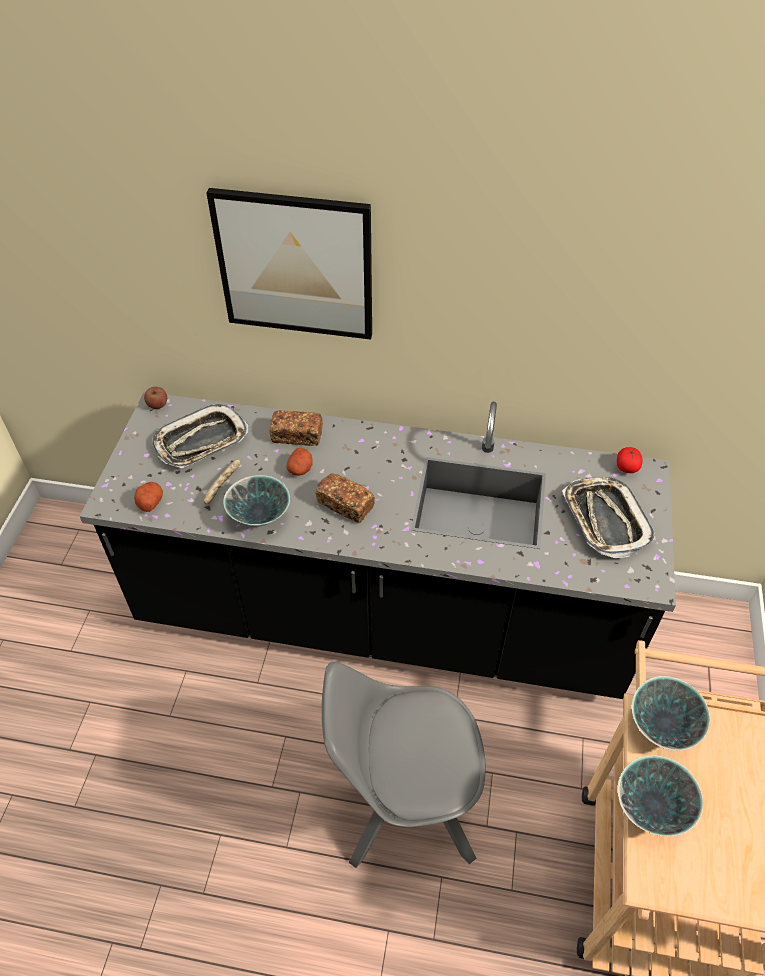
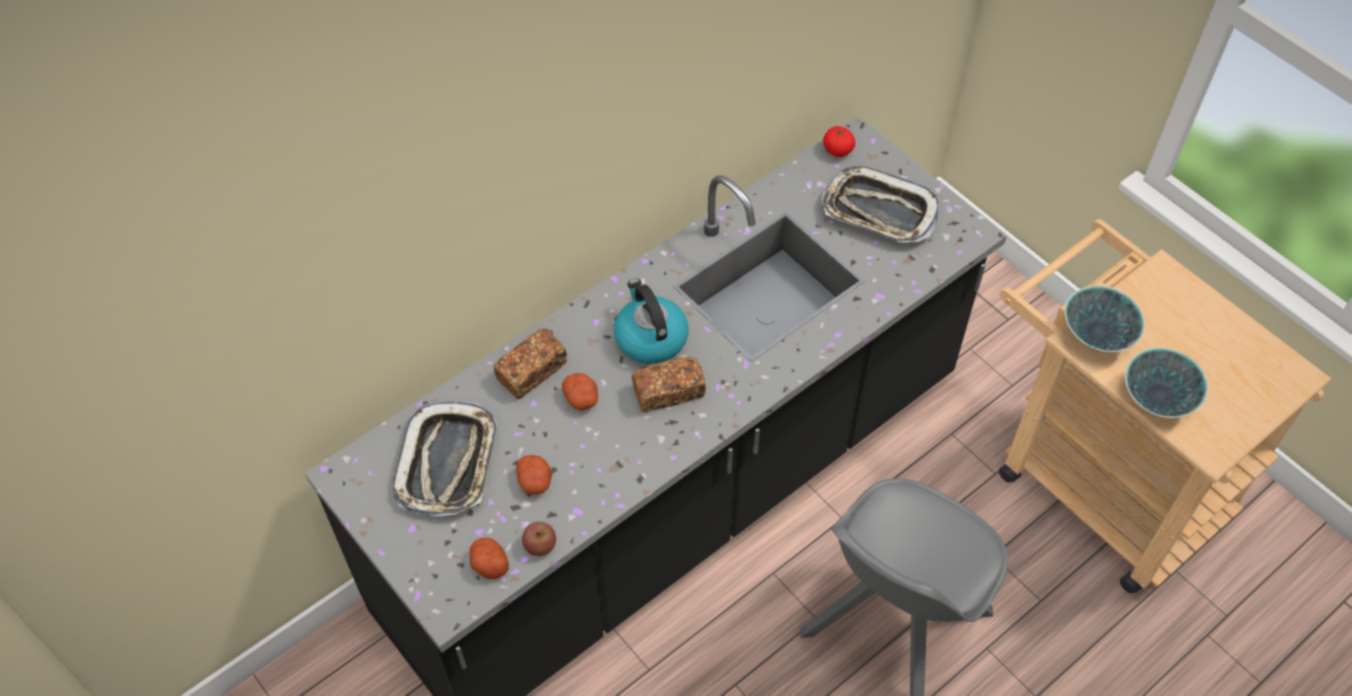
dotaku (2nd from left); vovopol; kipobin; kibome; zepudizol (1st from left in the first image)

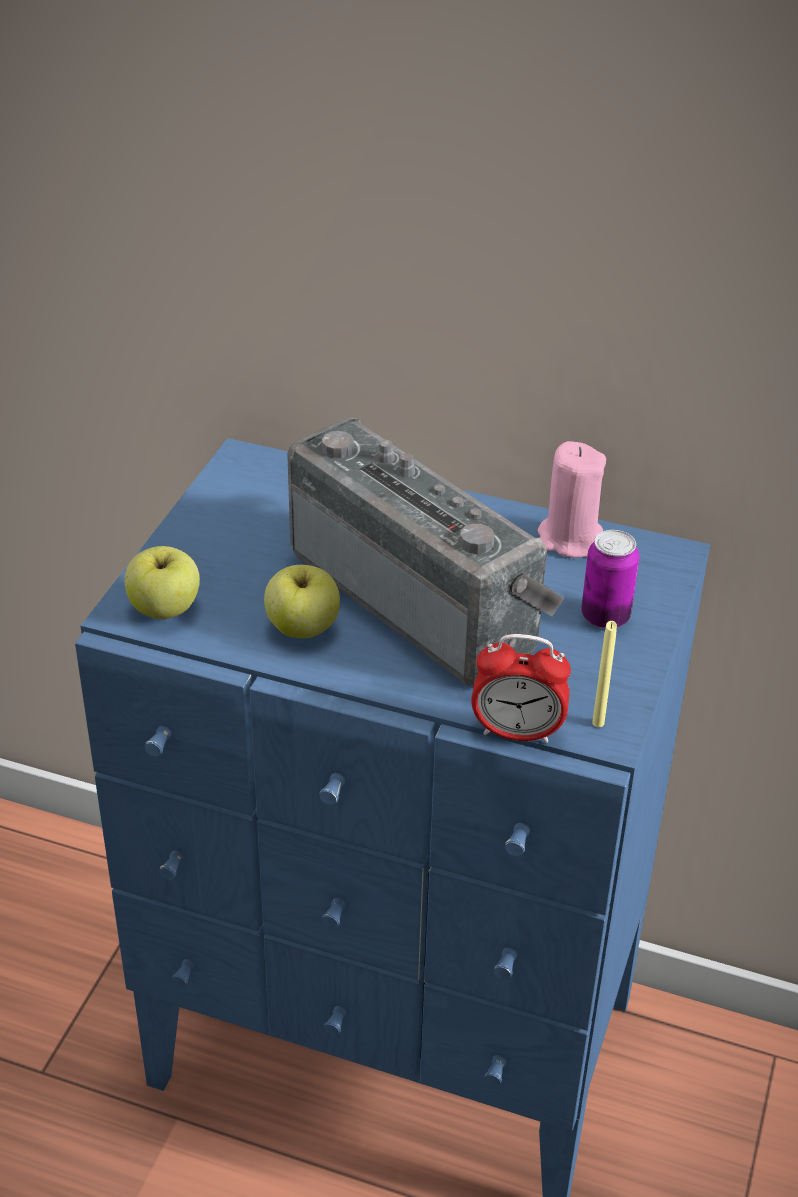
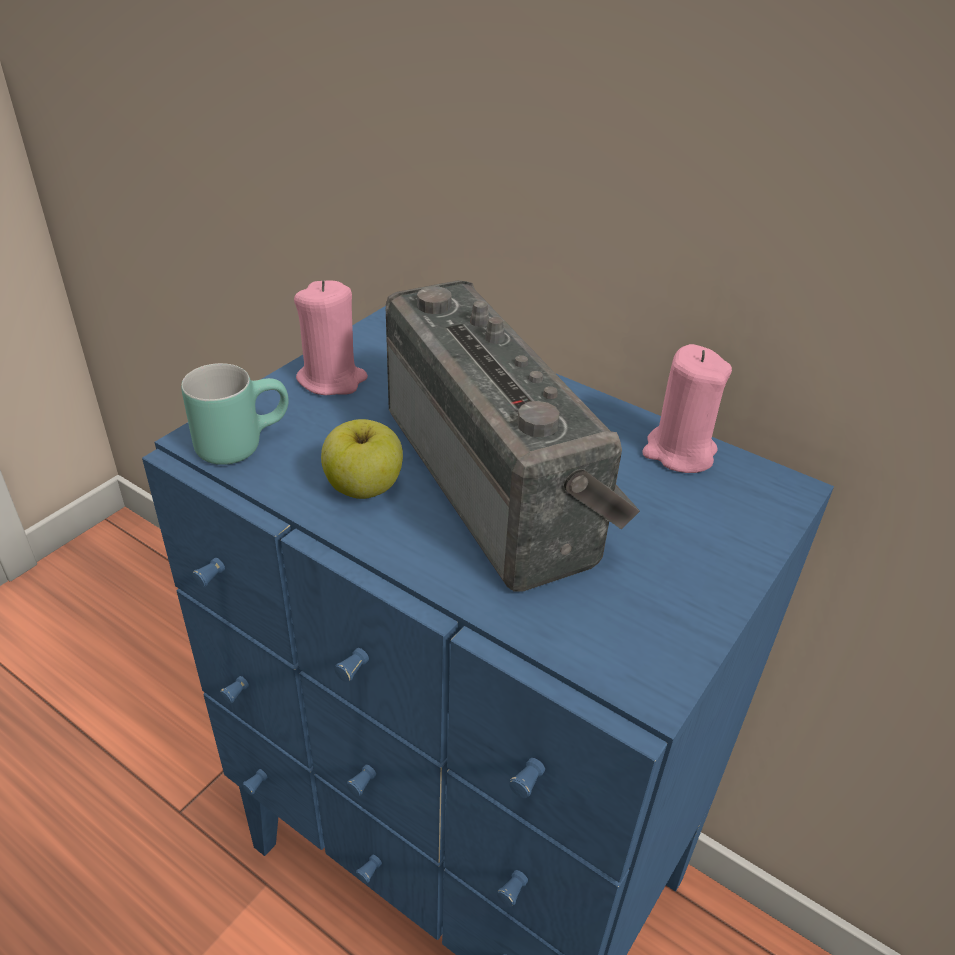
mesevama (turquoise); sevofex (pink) (1st from left); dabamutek; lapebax; sevofex (yellow)

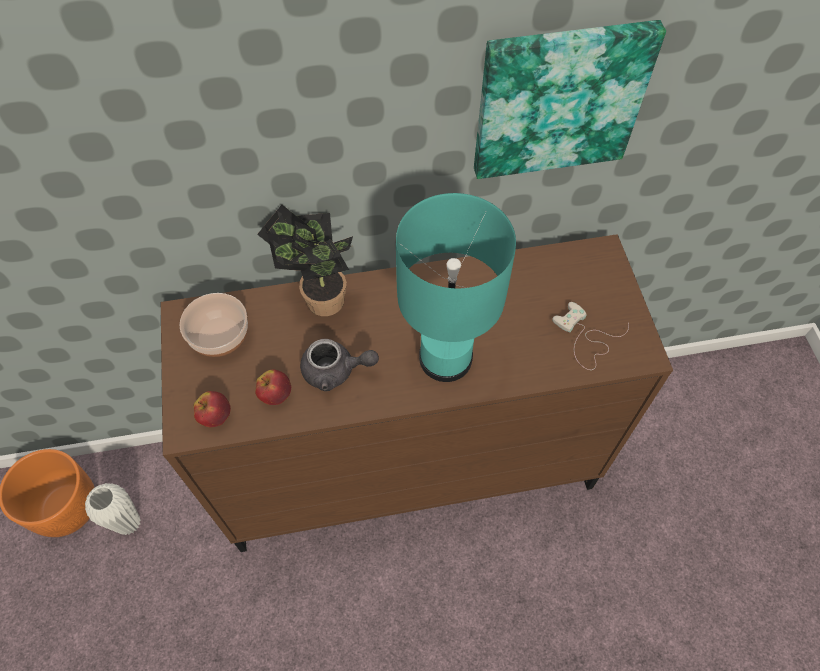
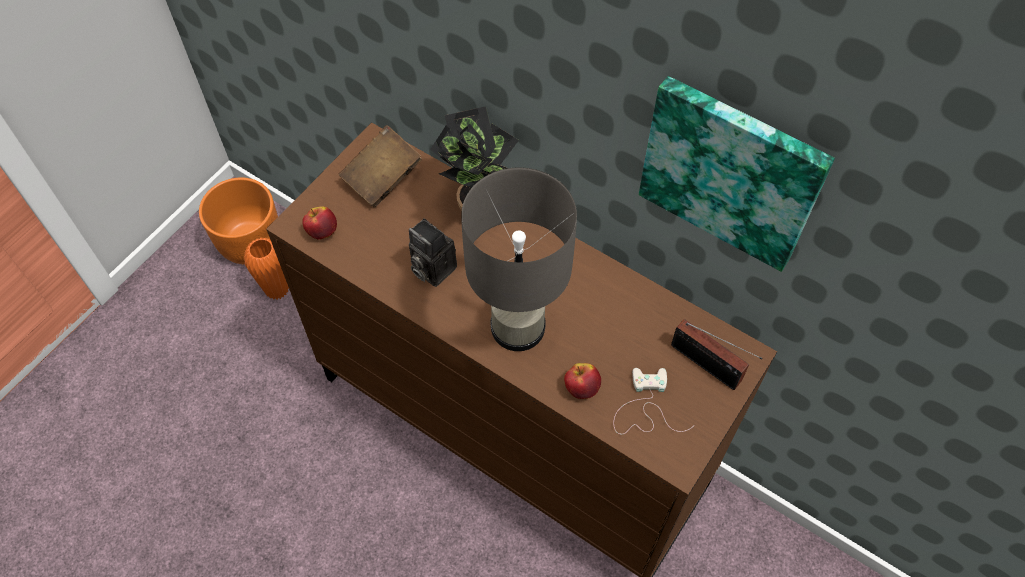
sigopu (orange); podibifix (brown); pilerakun; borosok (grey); vovopol (2nd from left); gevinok

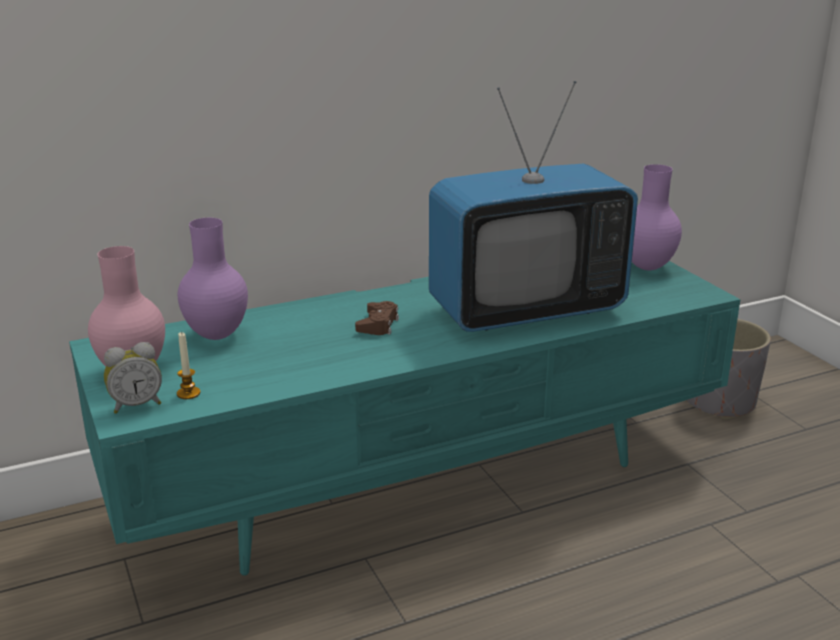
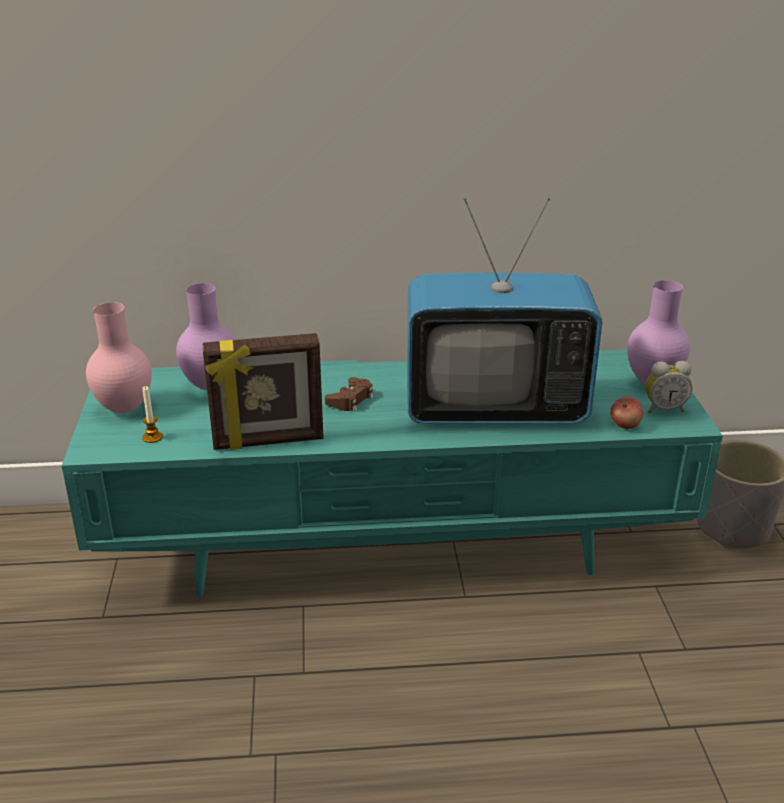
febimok; vovopol; dabamutek

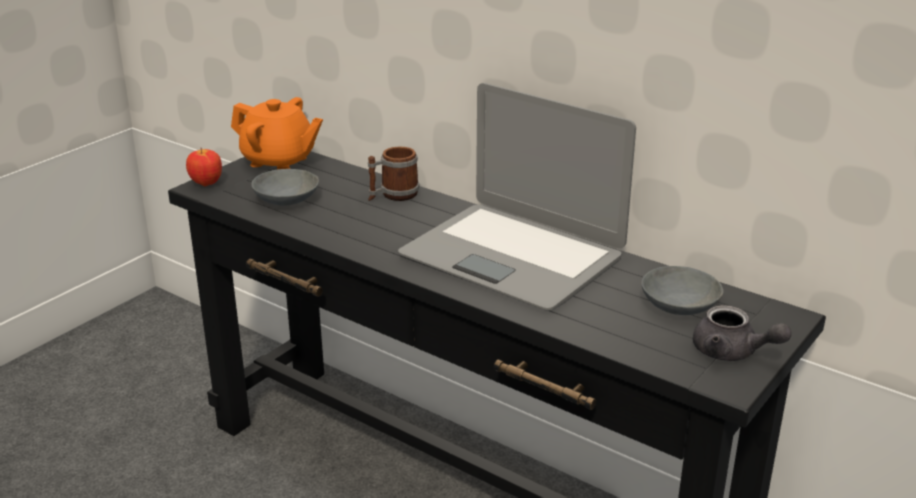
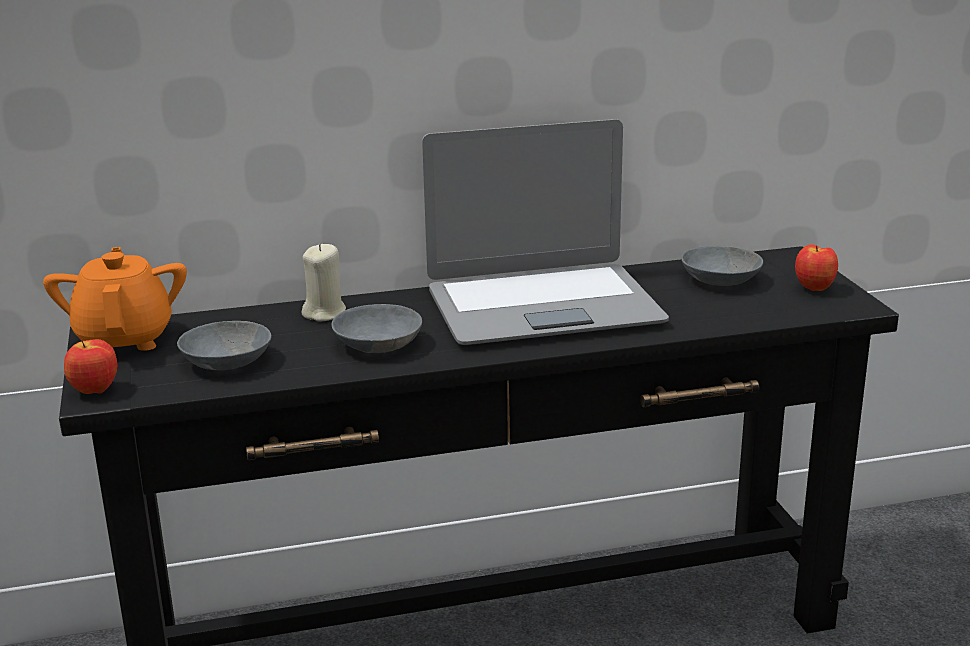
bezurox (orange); sevofex (beige); zepudizol (grey) (2nd from left); vovopol (2nd from left)

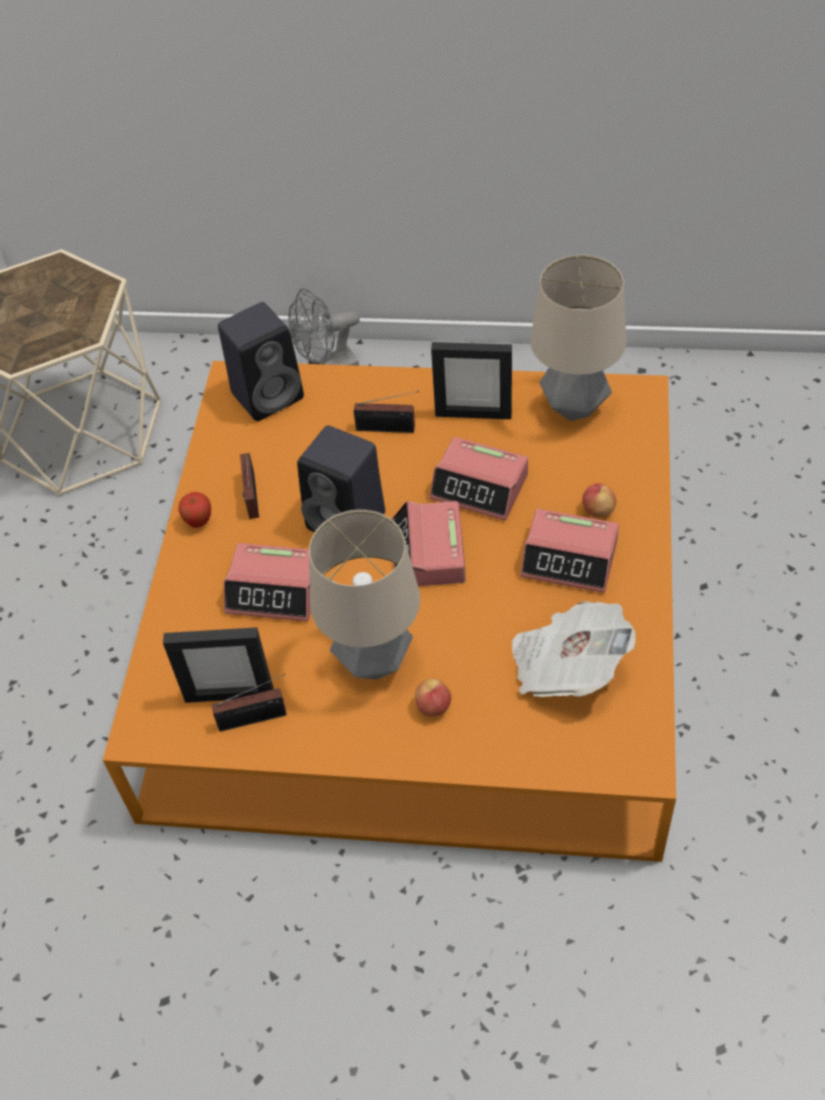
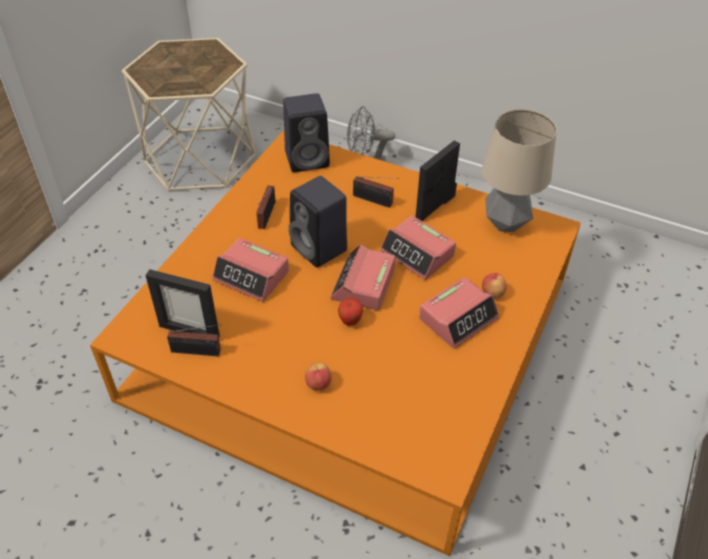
vovopol (2nd from left); febimok (2nd from left); dabamutek (4th from left); borosok (1st from left in the first image); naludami

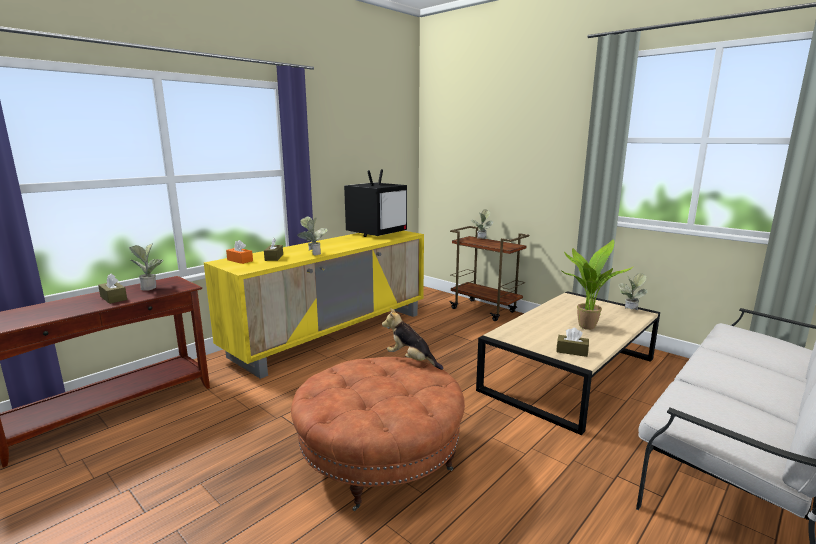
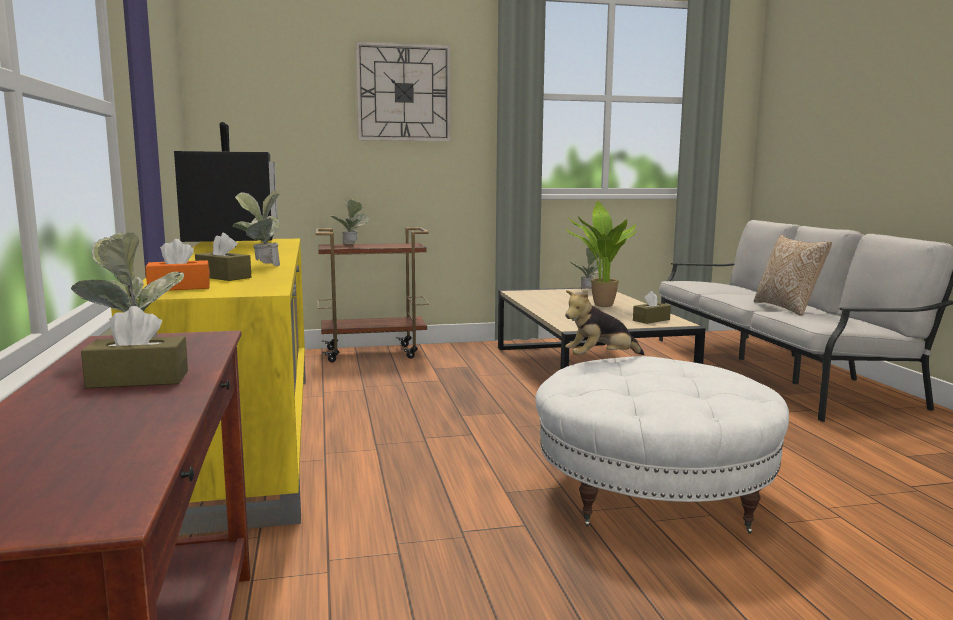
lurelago; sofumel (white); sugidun

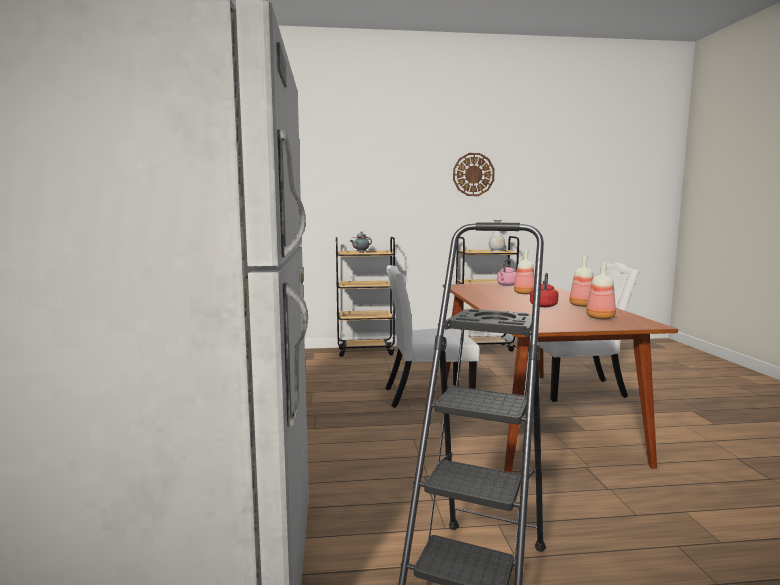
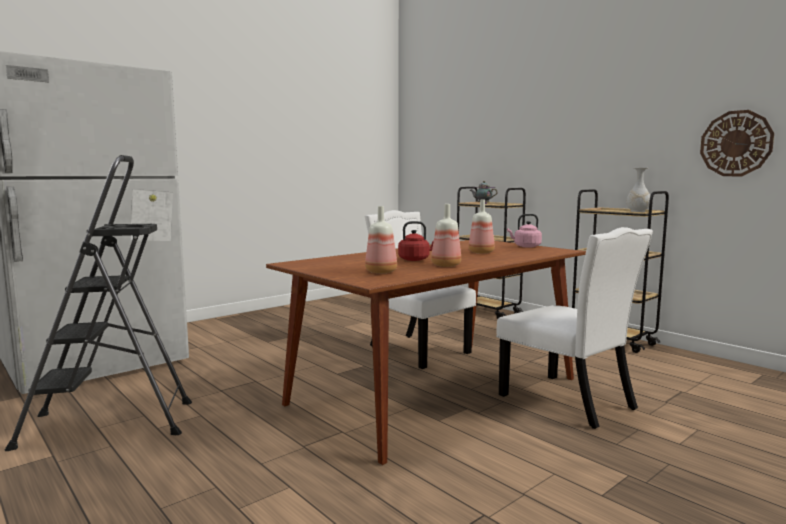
lurelago

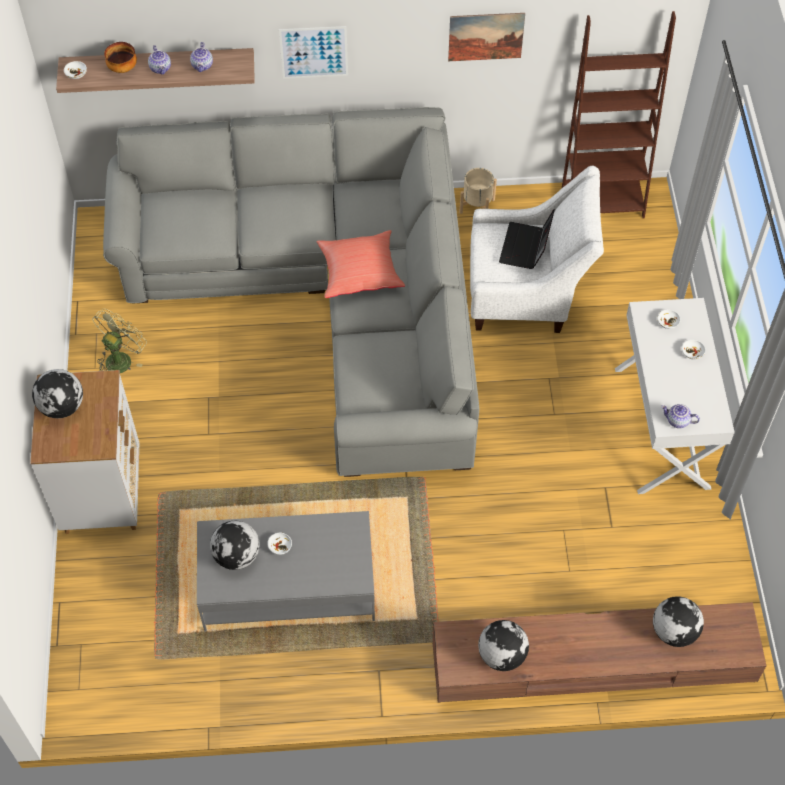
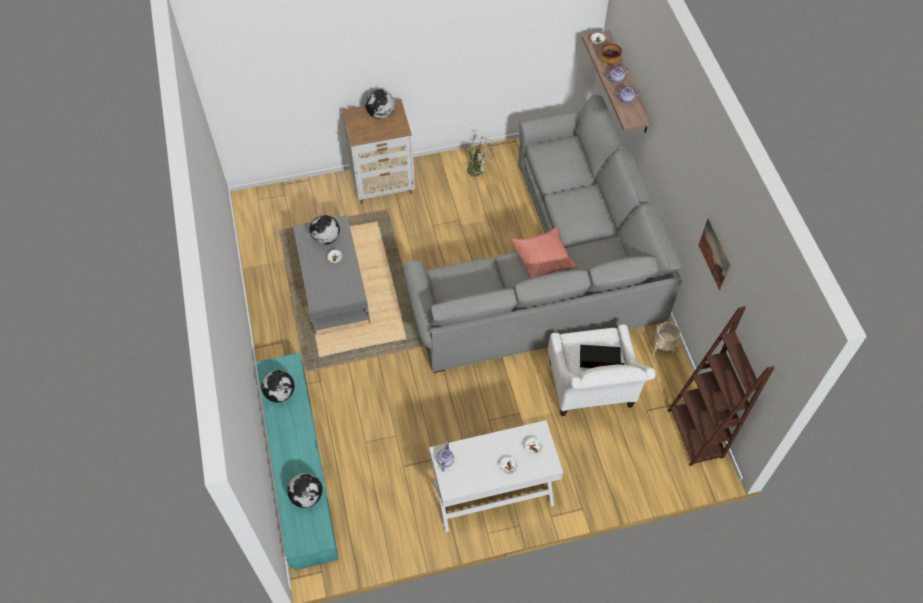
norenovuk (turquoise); kibome (1st from left in the first image)

